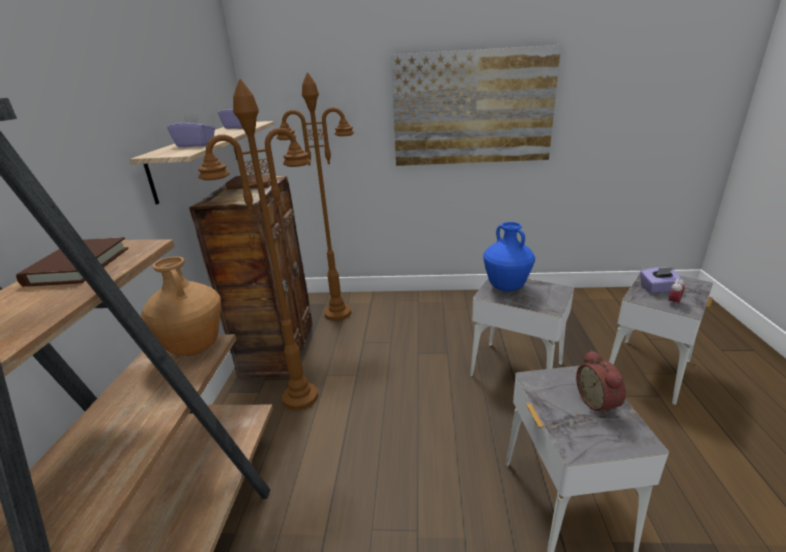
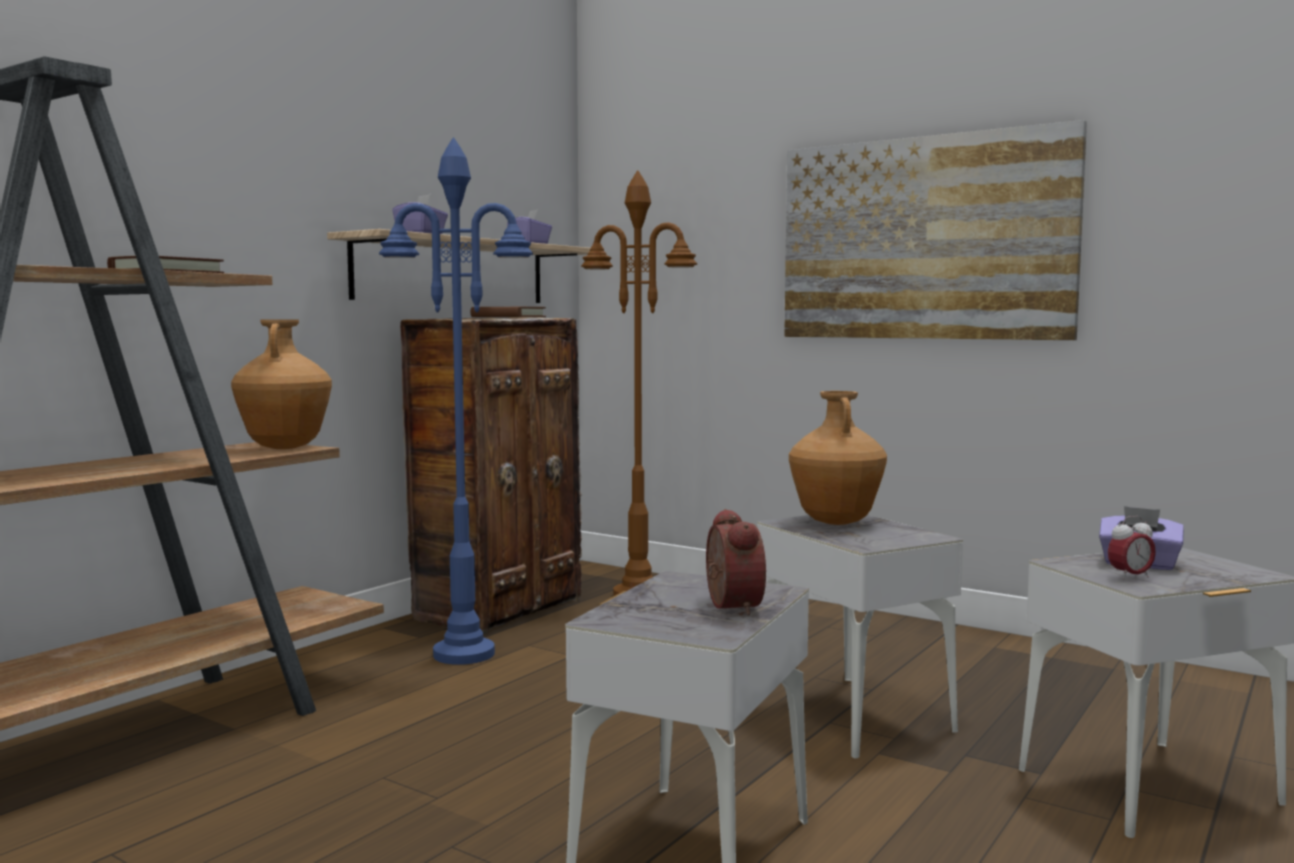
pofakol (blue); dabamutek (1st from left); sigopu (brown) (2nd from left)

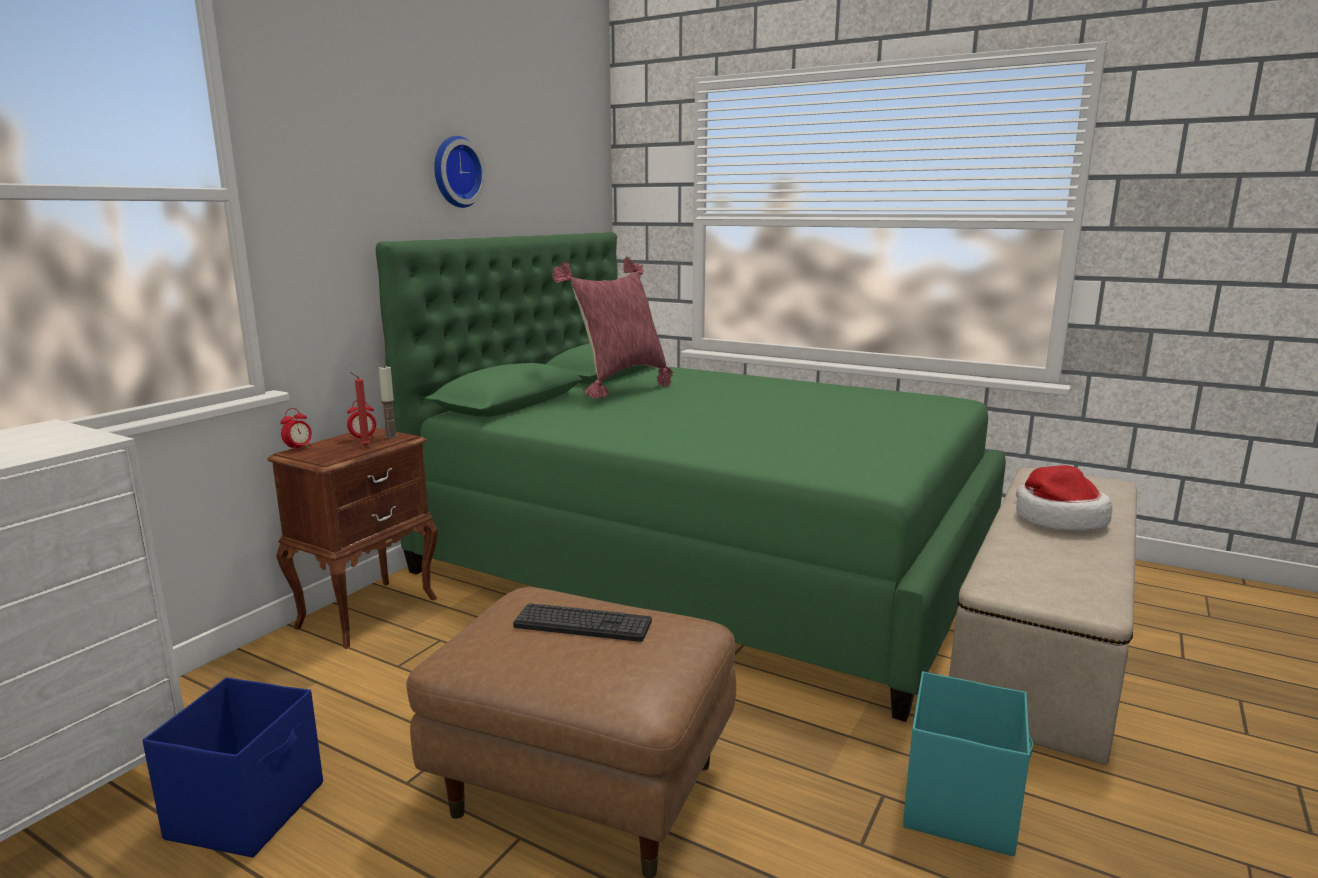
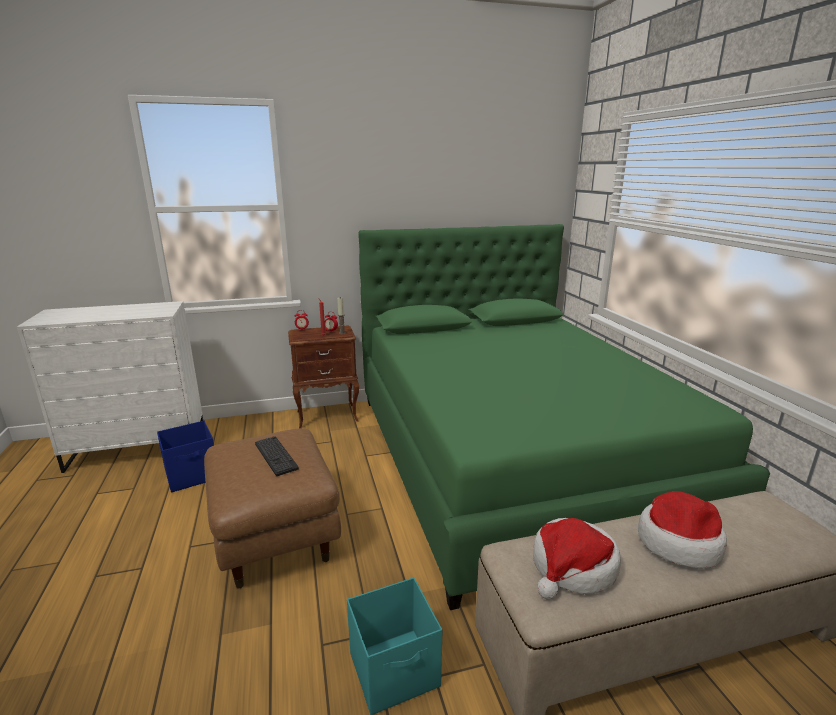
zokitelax (1st from left); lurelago; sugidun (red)

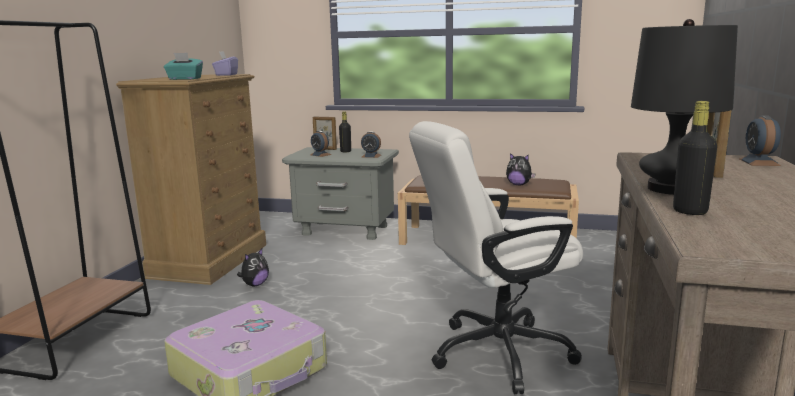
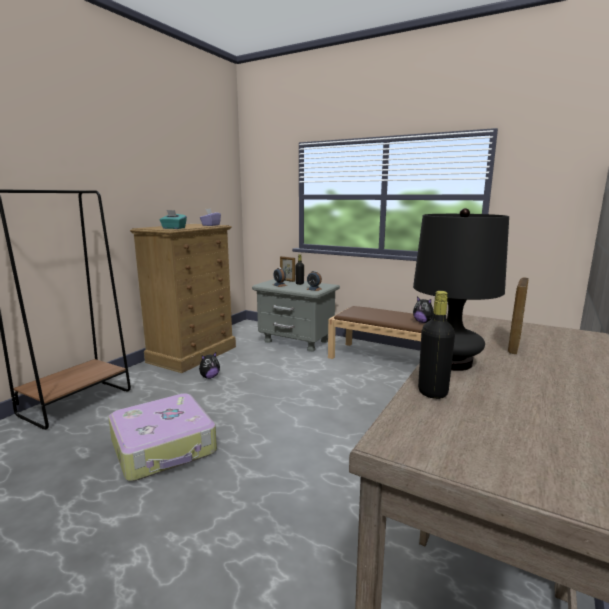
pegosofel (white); dabamutek (3rd from left in the first image)

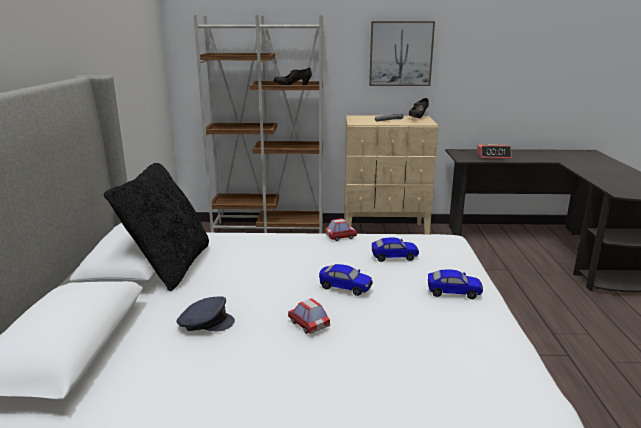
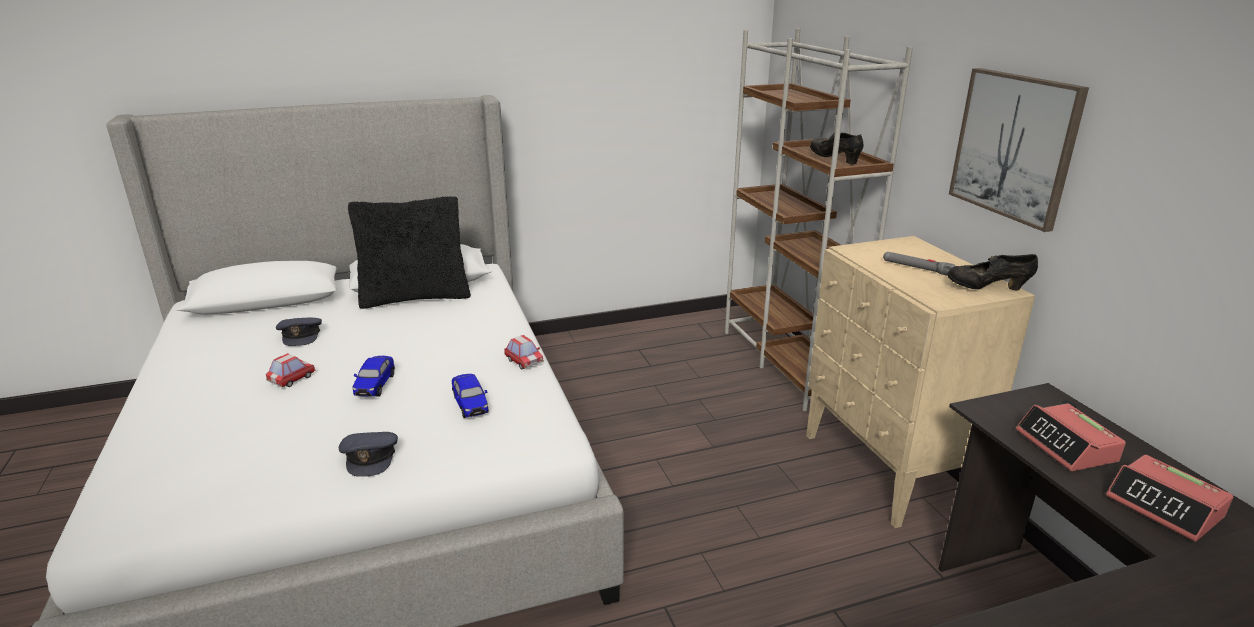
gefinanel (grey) (2nd from left); dabamutek (2nd from left)

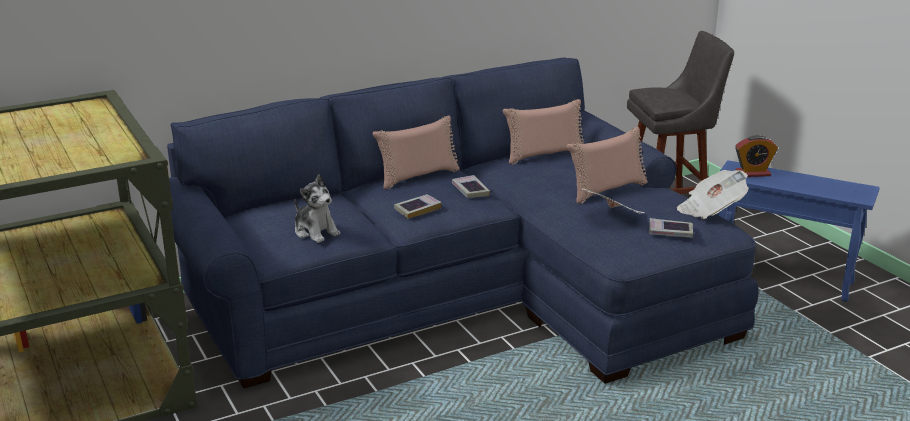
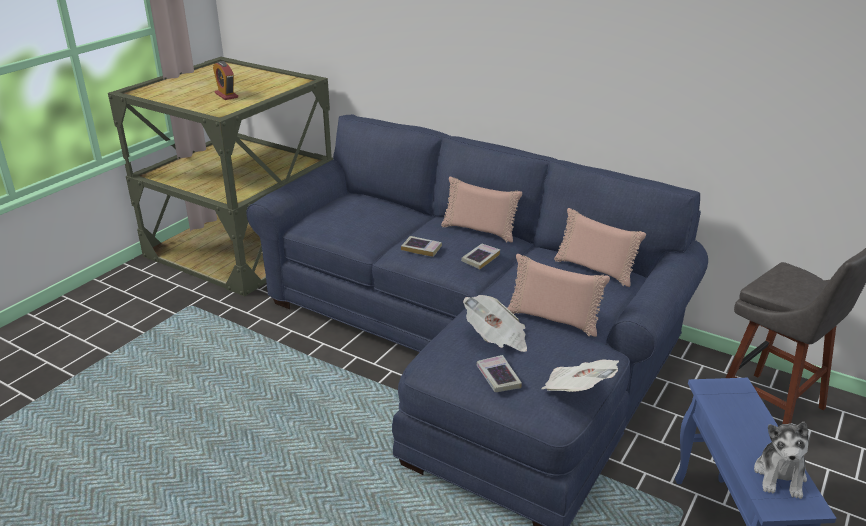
dabamutek; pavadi

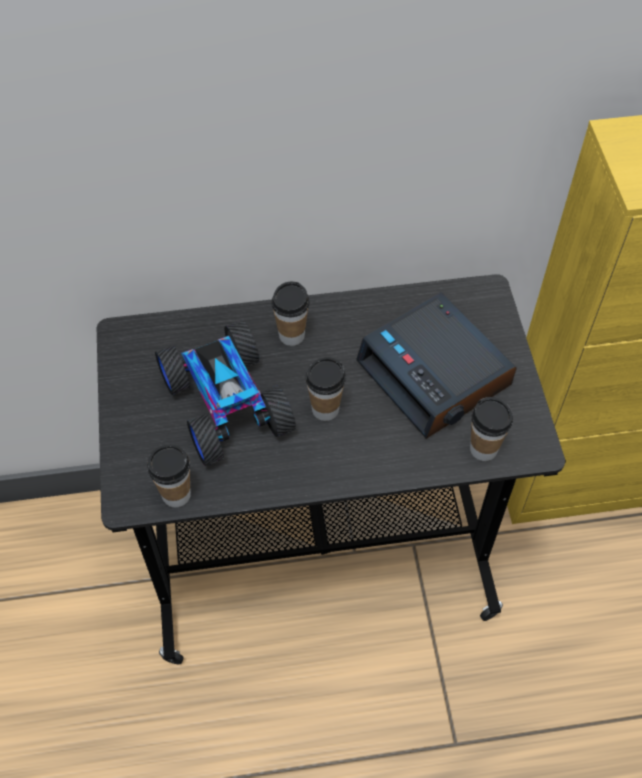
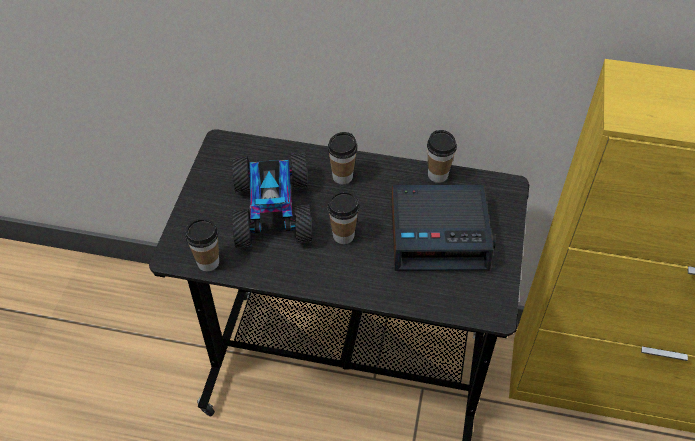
dabamutek; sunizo (4th from left)

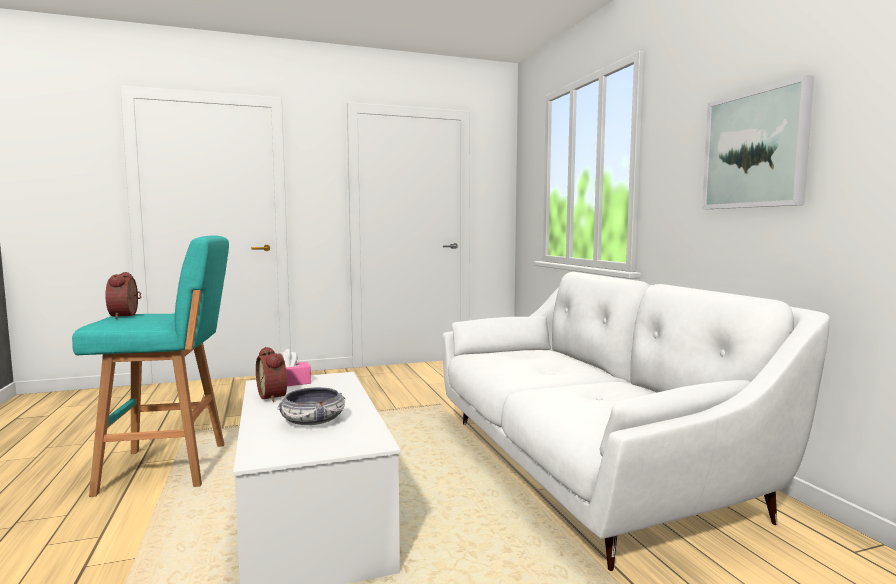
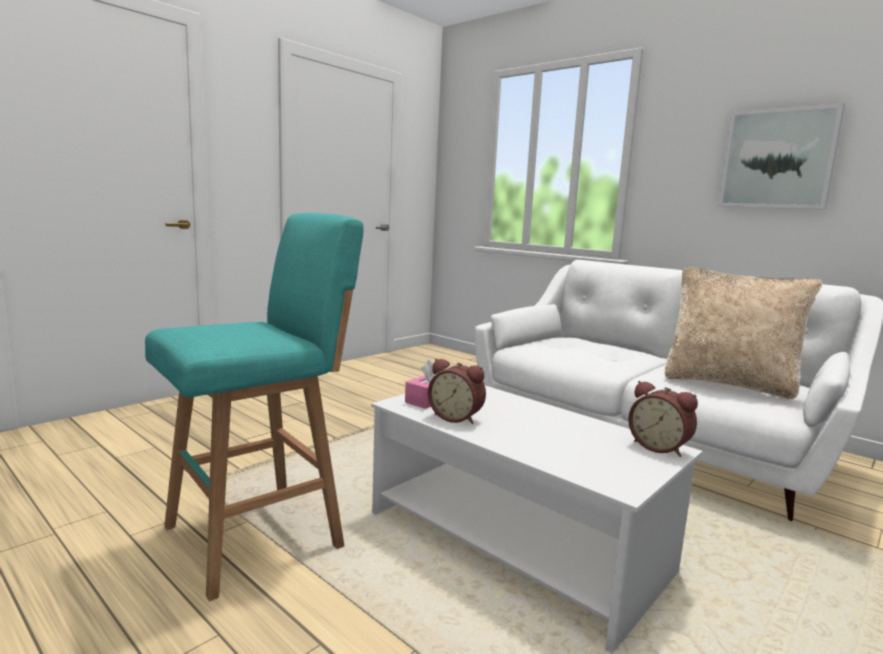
dabamutek (2nd from left); sugidun (beige); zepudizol

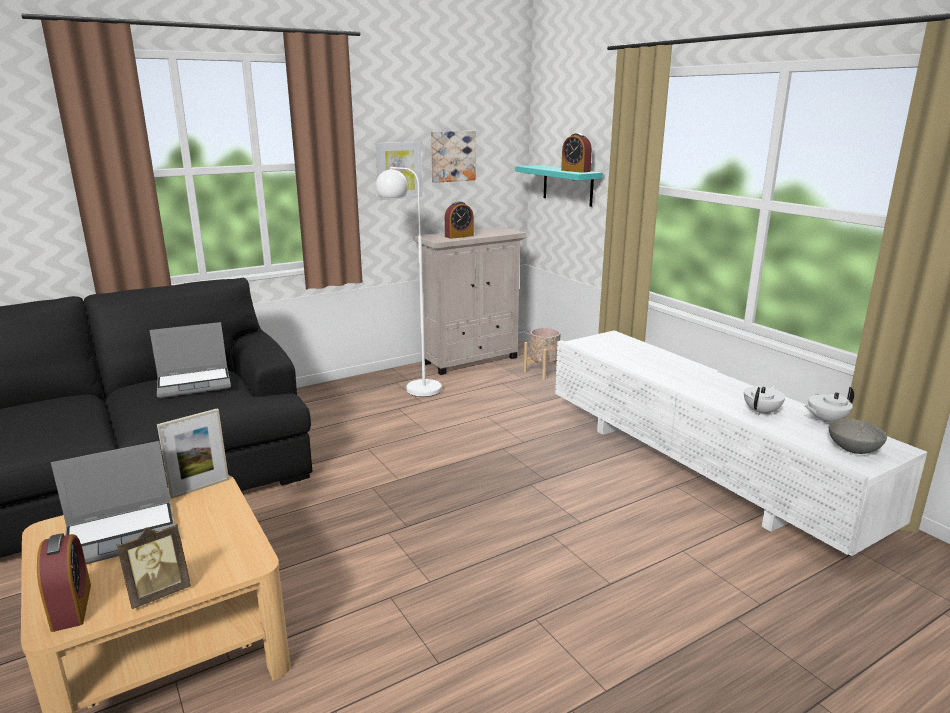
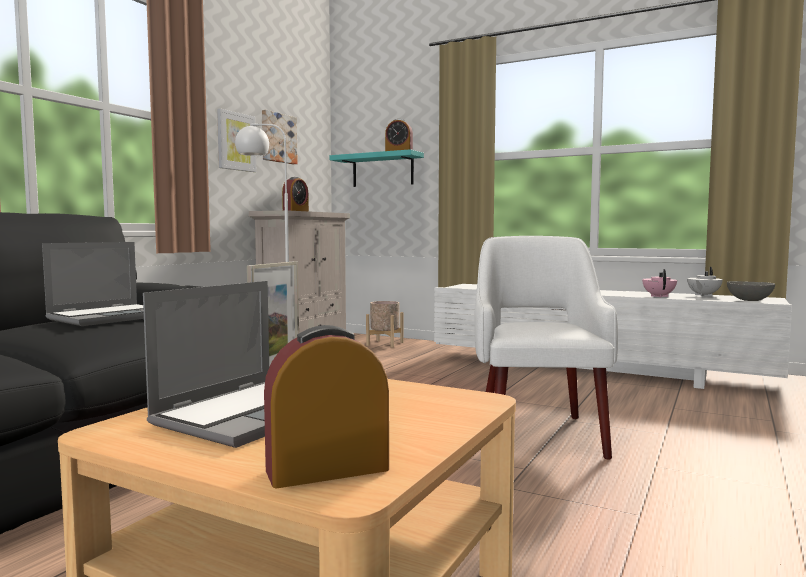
dabamutek (2nd from left); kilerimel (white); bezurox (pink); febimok (1st from left in the first image)

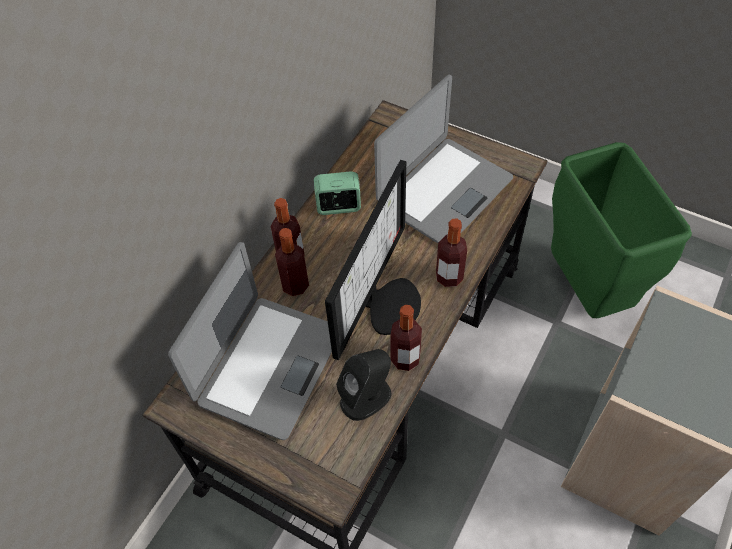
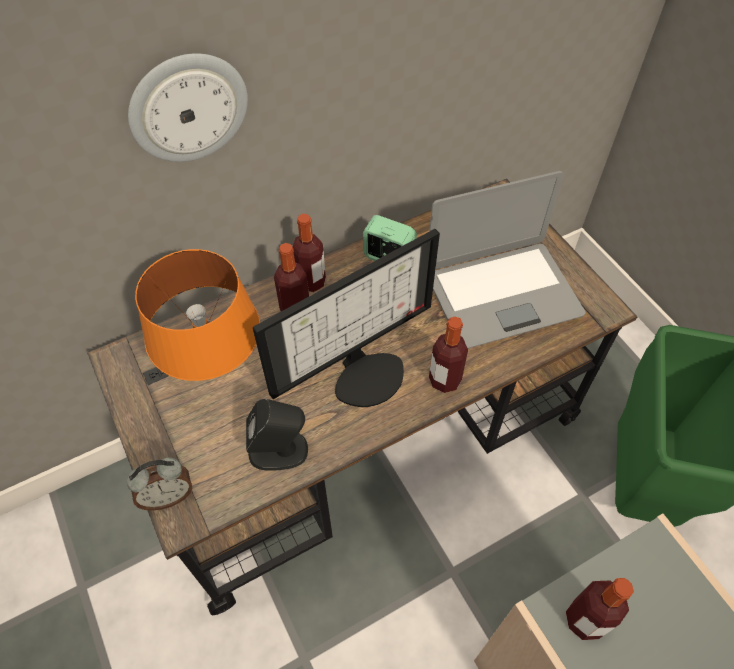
dabamutek (1st from left); lurelago; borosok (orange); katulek (4th from left)

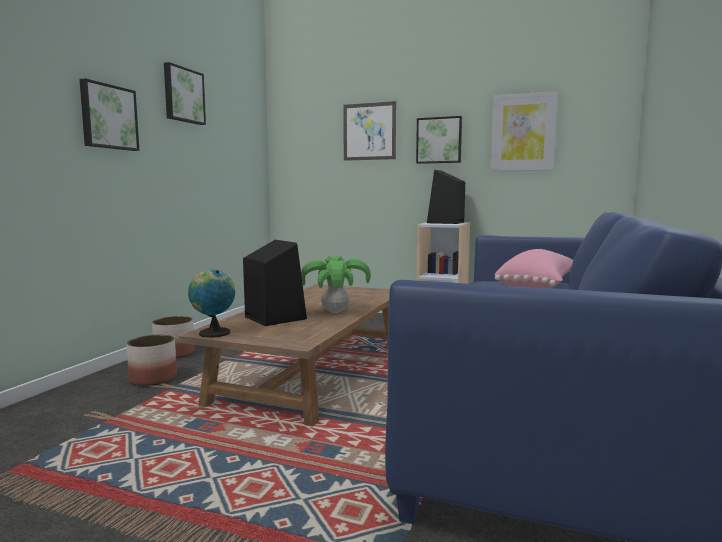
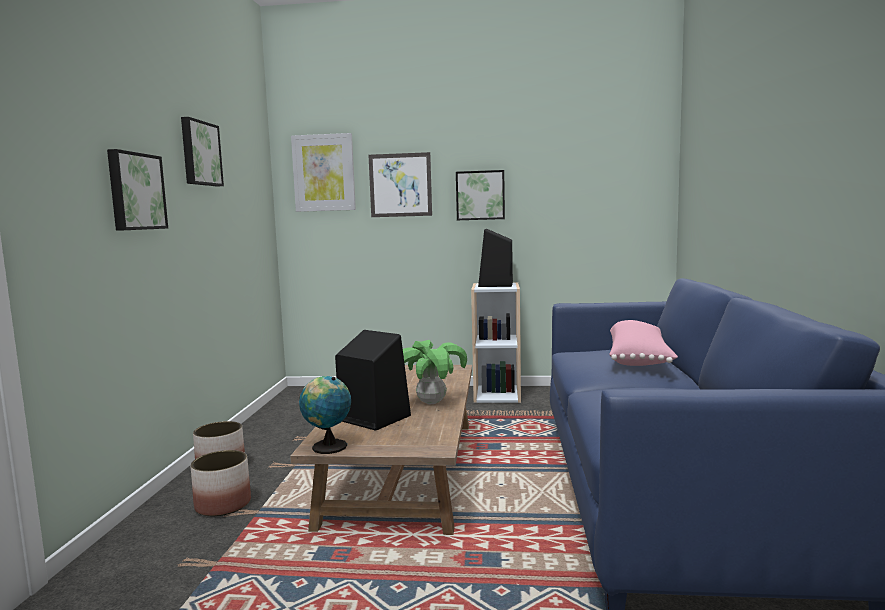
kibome (3rd from left)

